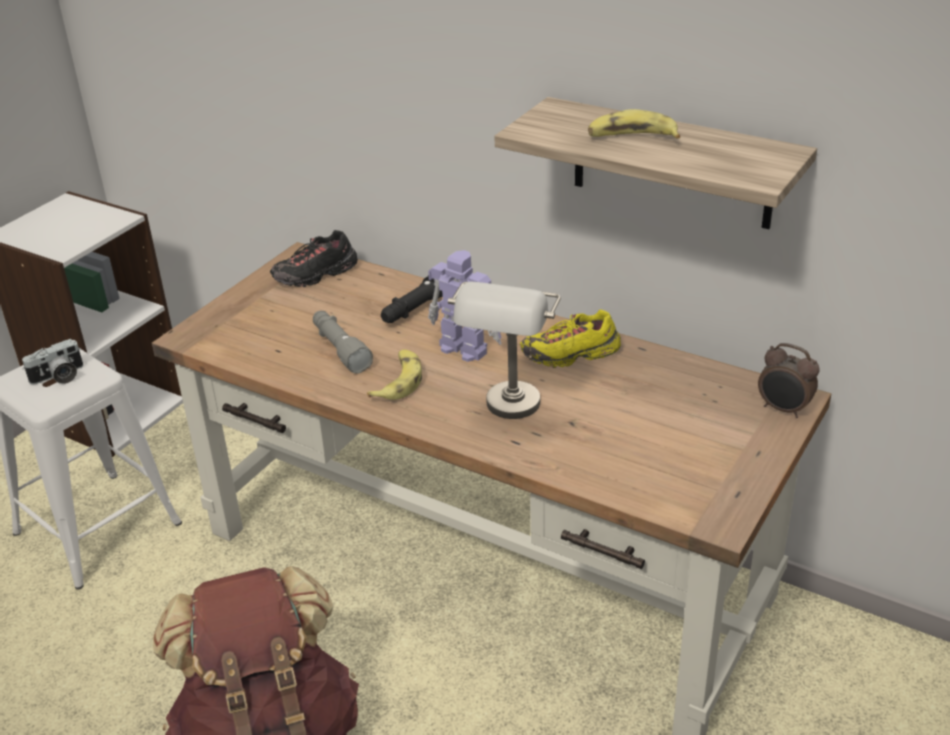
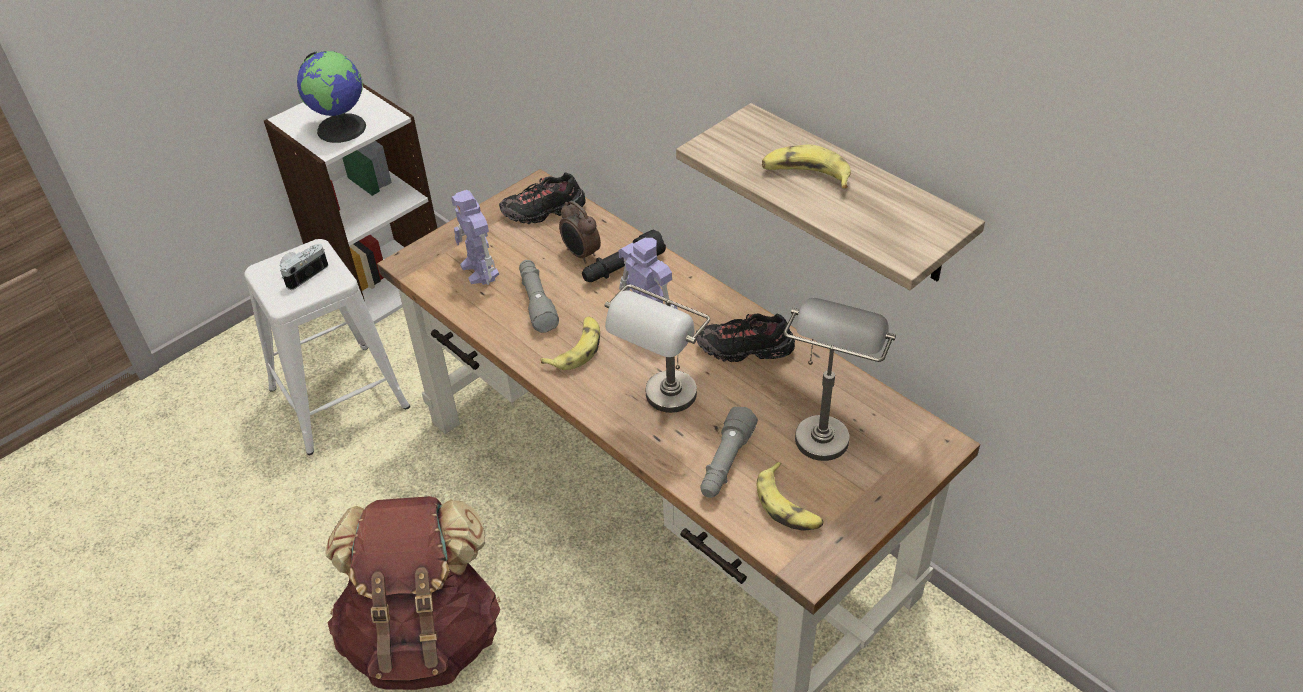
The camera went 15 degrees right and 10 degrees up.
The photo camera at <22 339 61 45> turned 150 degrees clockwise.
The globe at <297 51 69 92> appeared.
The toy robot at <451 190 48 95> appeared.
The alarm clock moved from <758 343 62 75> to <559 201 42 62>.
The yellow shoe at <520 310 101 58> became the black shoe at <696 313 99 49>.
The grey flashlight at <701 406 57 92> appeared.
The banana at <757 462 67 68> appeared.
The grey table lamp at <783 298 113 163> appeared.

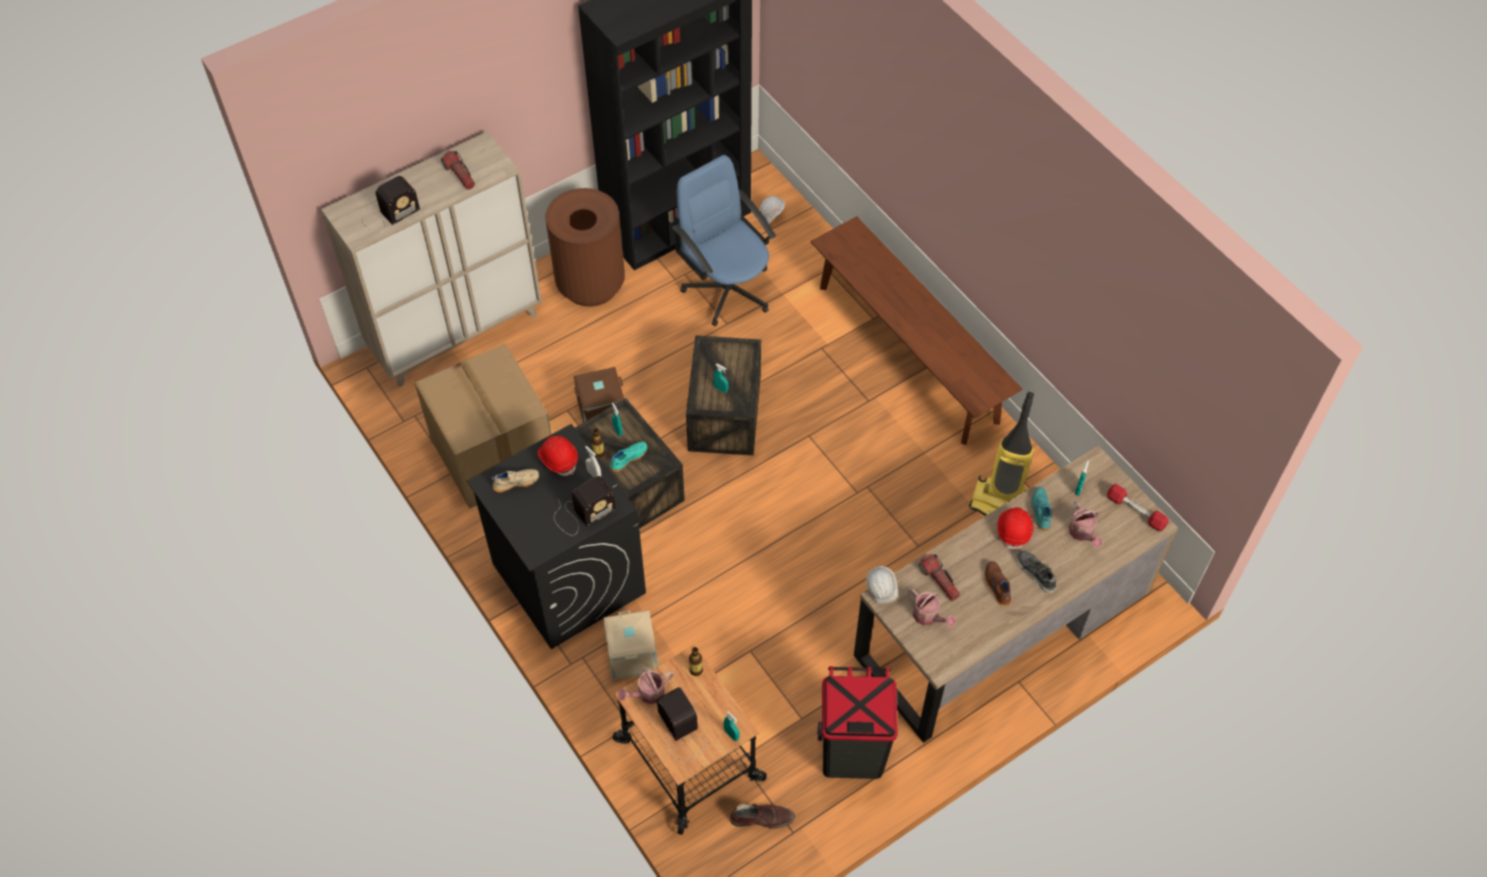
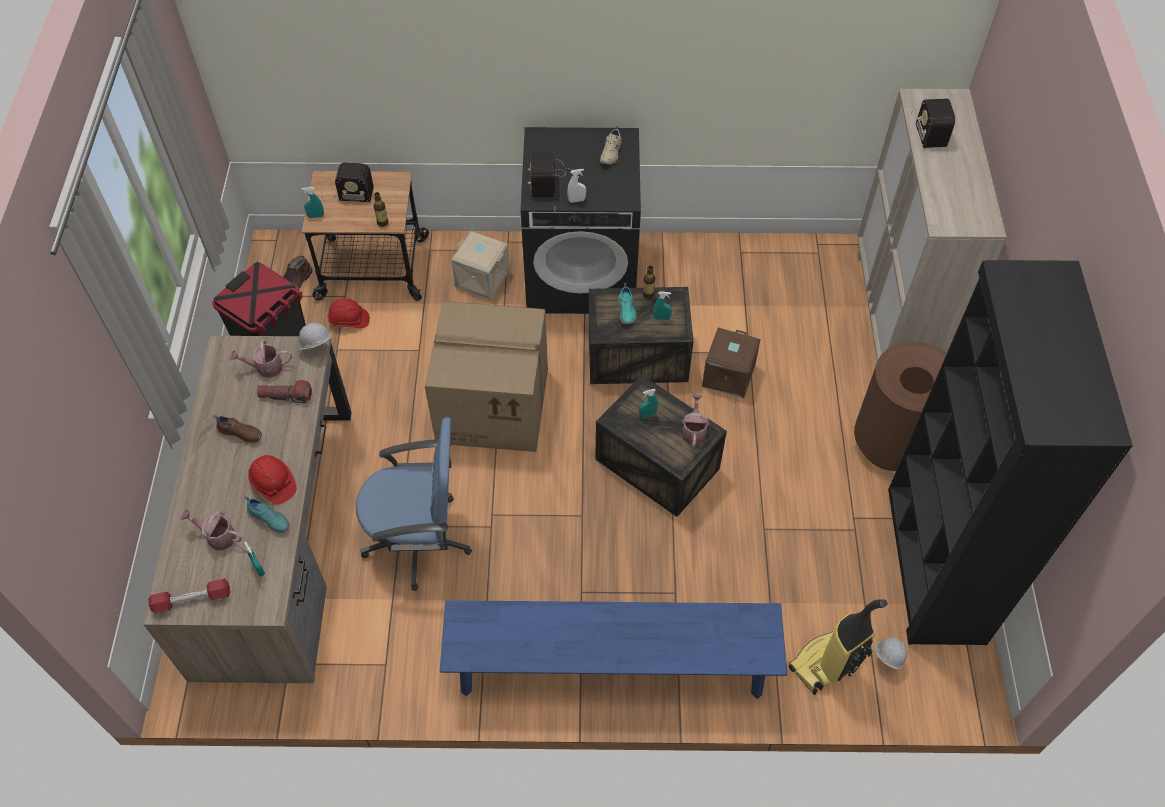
The camera went 125 degrees right and 0 degrees up.
The red hard hat moved from <538 436 40 40> to <328 298 42 30>.
The blue office chair moved from <672 155 104 171> to <356 417 116 174>.
The cardboard box moved from <414 343 137 166> to <425 301 123 151>.
The brown bench at <811 216 211 229> became the blue bench at <440 600 347 99>.
The watering can moved from <618 669 56 35> to <681 394 29 54>.
The vacuum cleaner moved from <969 392 65 124> to <789 599 99 96>.
The flashlight at <441 151 34 39> disappeared.
The shoe at <1017 550 40 43> disappeared.

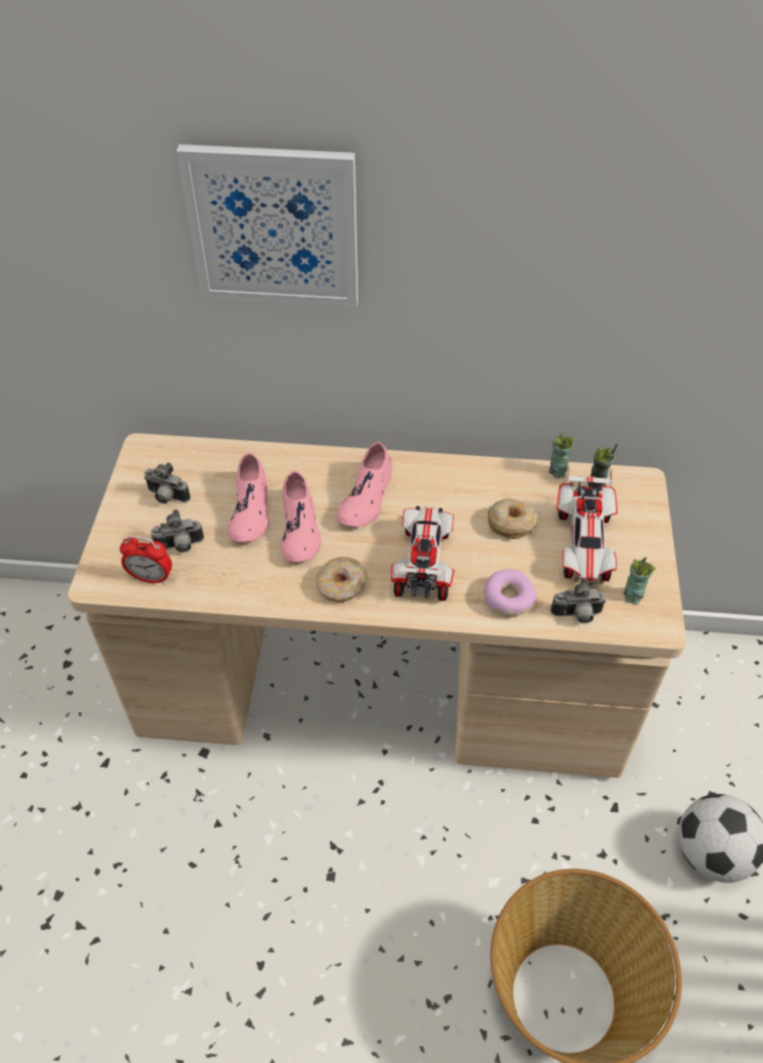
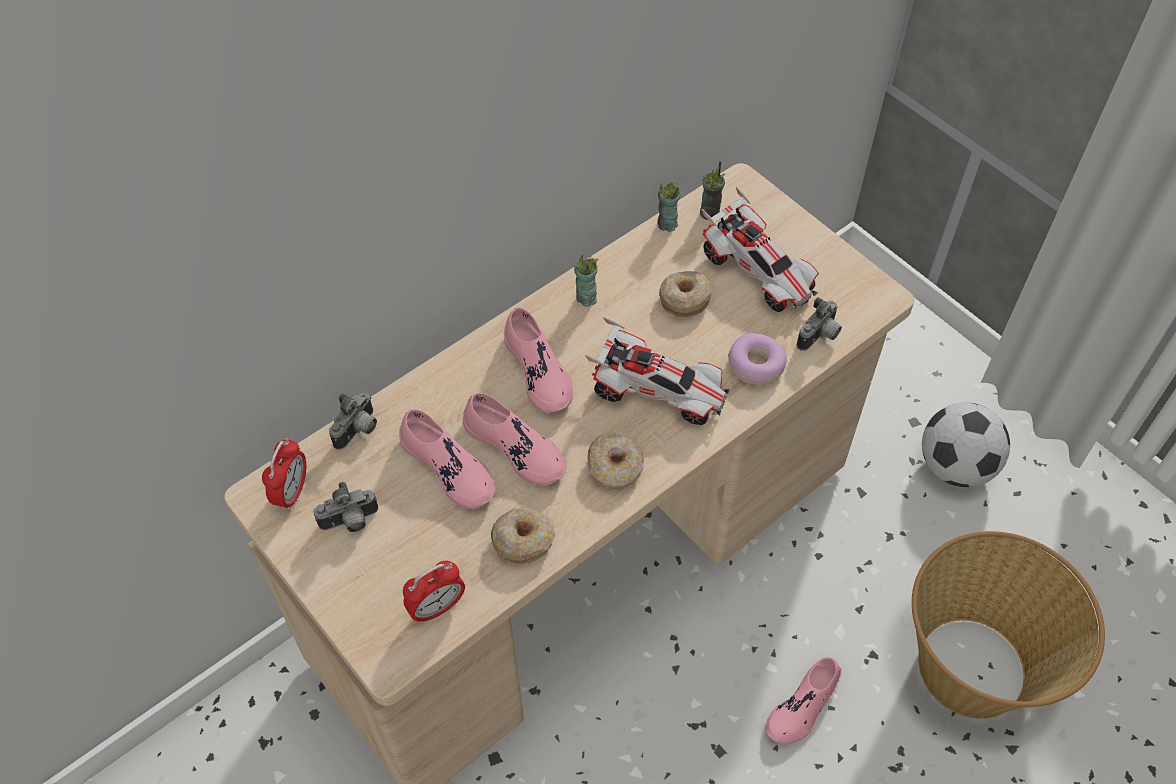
The camera went 45 degrees left and 5 degrees up.
The alarm clock at <262 438 44 72> appeared.
The photo camera moved from <151 509 53 43> to <329 393 48 57>.
The donut at <491 507 64 57> appeared.
The cup moved from <623 557 33 48> to <574 255 25 52>.
The toy car at <391 506 64 95> turned 150 degrees clockwise.
The pink shoe at <765 657 77 87> appeared.
The picture at <176 144 182 163> disappeared.

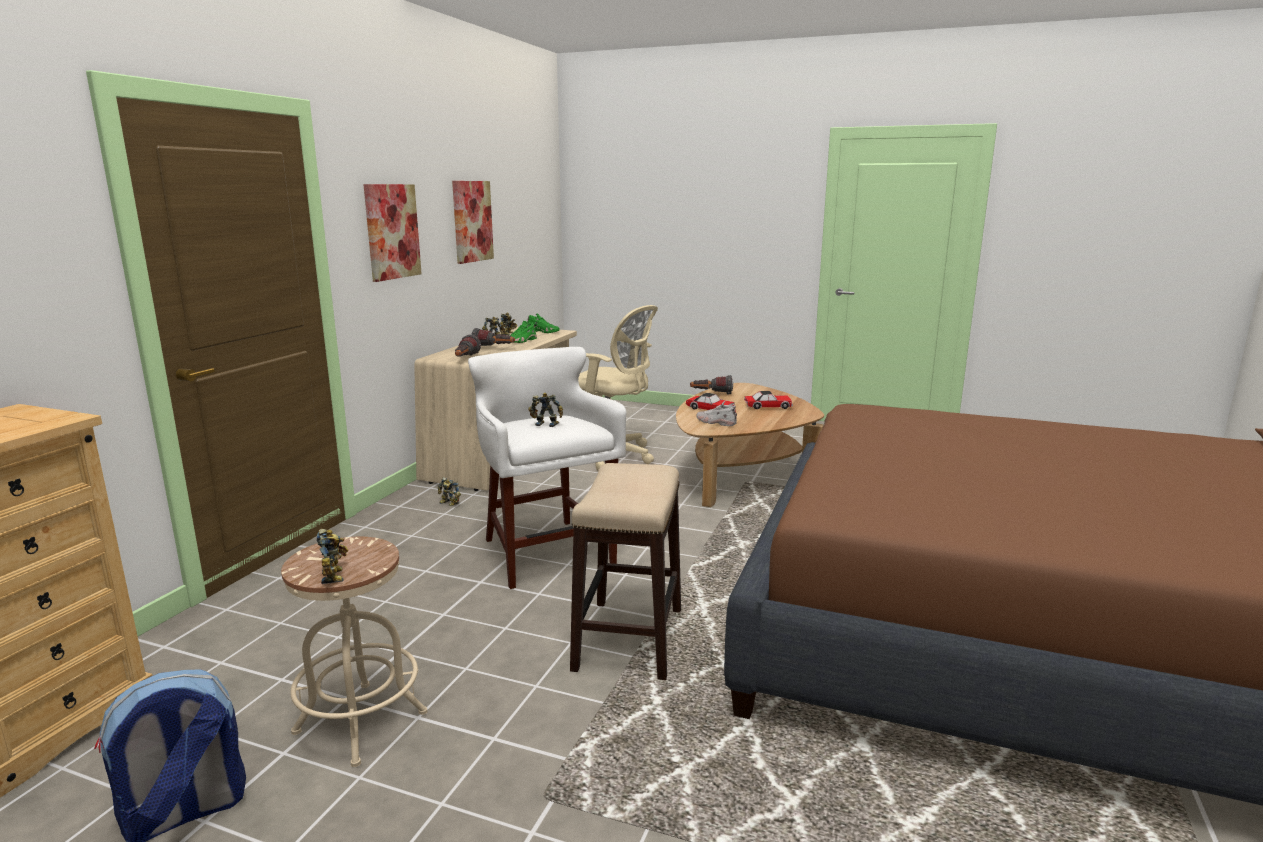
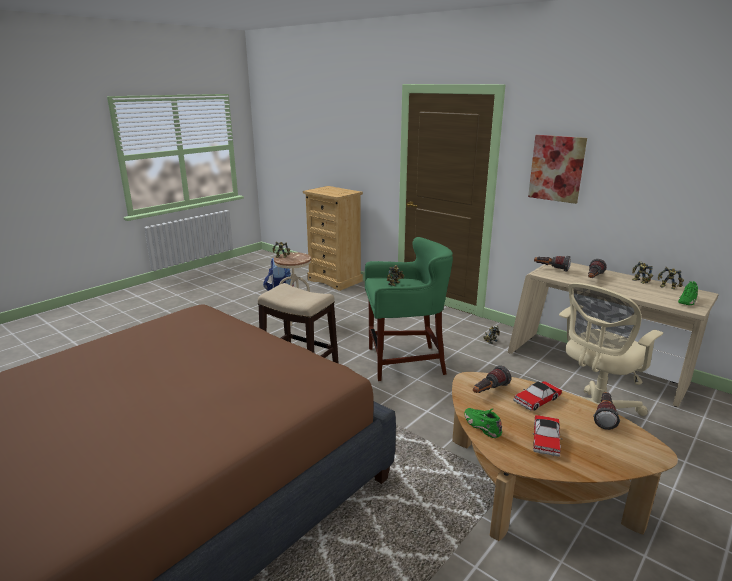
The camera went 110 degrees right and 5 degrees up.
The white stool at <468 347 158 242> became the green stool at <365 237 88 144>.
The green shoe moved from <510 321 27 22> to <464 408 38 30>.
The white shoe at <696 401 41 25> was replaced by the flashlight at <473 366 38 27>.
The picture at <452 181 42 83> disappeared.

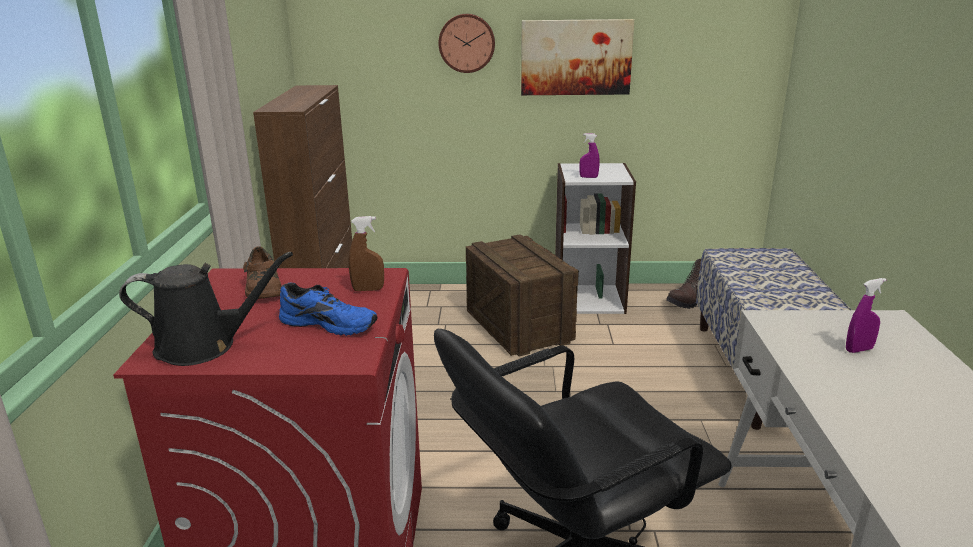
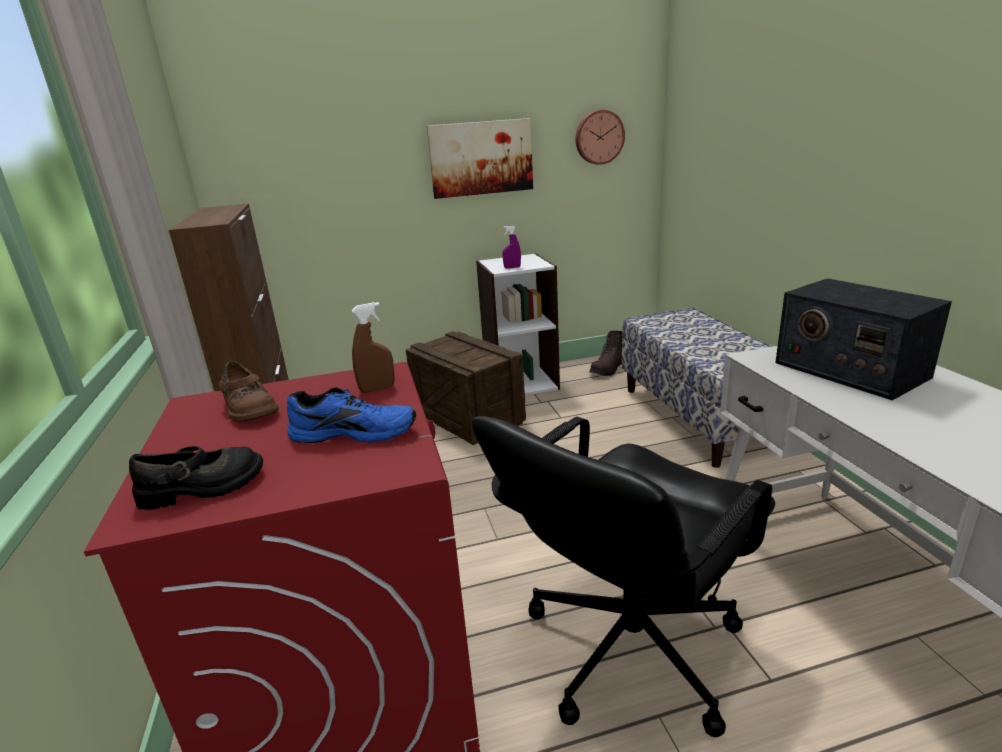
The camera went 15 degrees left and 0 degrees up.
The black watering can at <119 252 174 114> was replaced by the black shoe at <129 446 134 64>.
The wall clock moved from <438 14 57 59> to <575 110 50 55>.
The purple spray bottle at <846 278 40 75> was replaced by the radio at <775 278 177 122>.

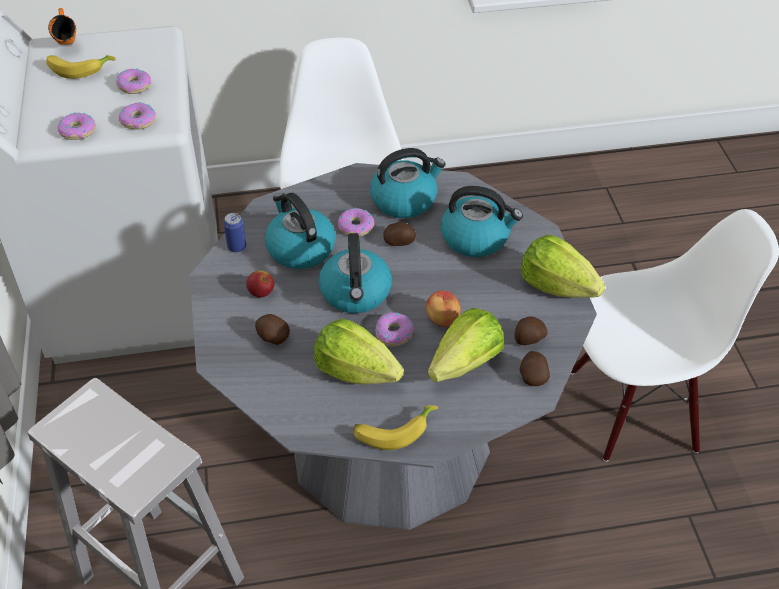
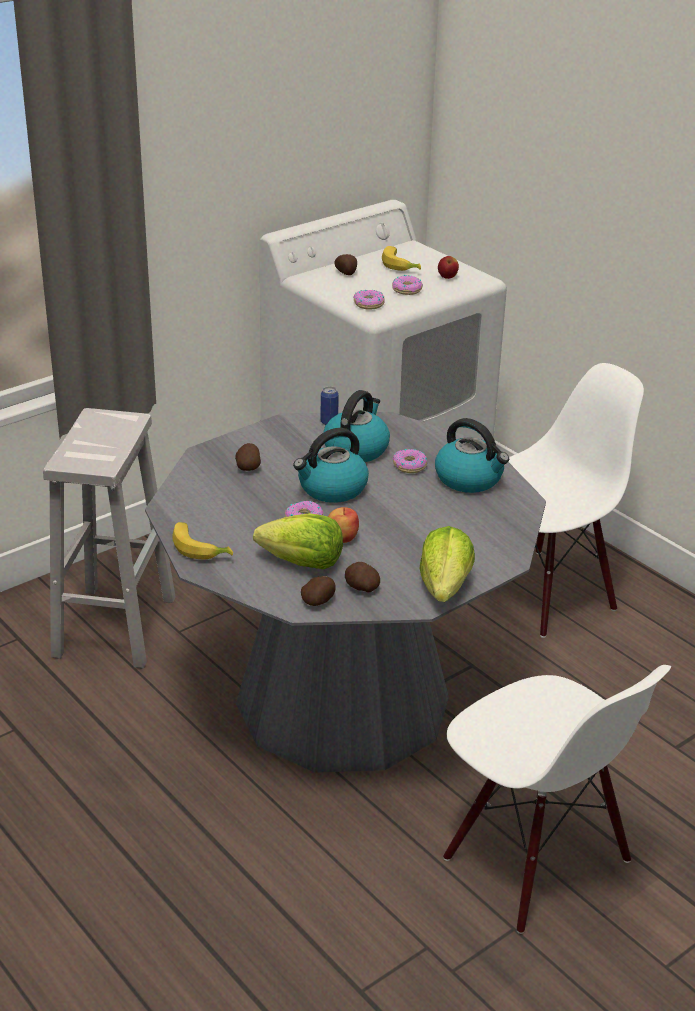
The camera went 60 degrees right and 15 degrees down.
The potato moved from <383 222 33 24> to <334 254 23 21>.
The apple moved from <246 270 28 28> to <438 256 21 23>.
The orange mug at <48 8 28 37> disappeared.
The donut at <58 112 38 28> disappeared.
The lettuce at <314 319 90 66> disappeared.
The kettle at <441 186 82 71> disappeared.

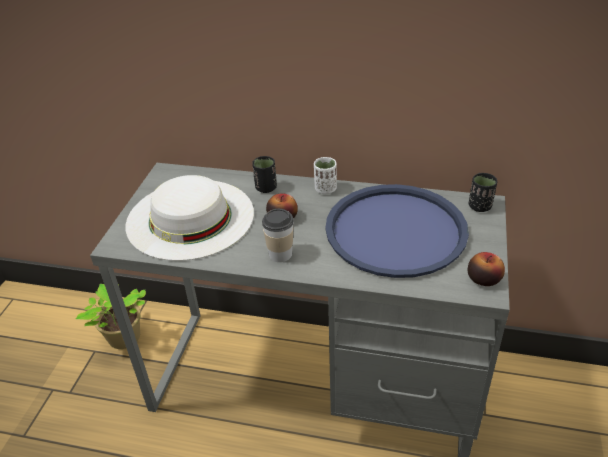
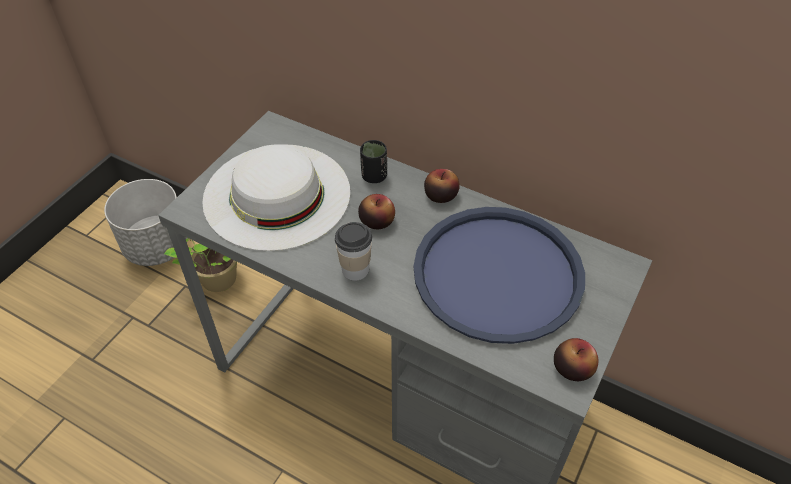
The camera went 15 degrees right and 10 degrees up.
The grey planter at <104 179 84 87> appeared.
The white cup at <314 157 23 37> was replaced by the apple at <424 169 36 34>.
The black cup at <469 173 28 39> disappeared.

